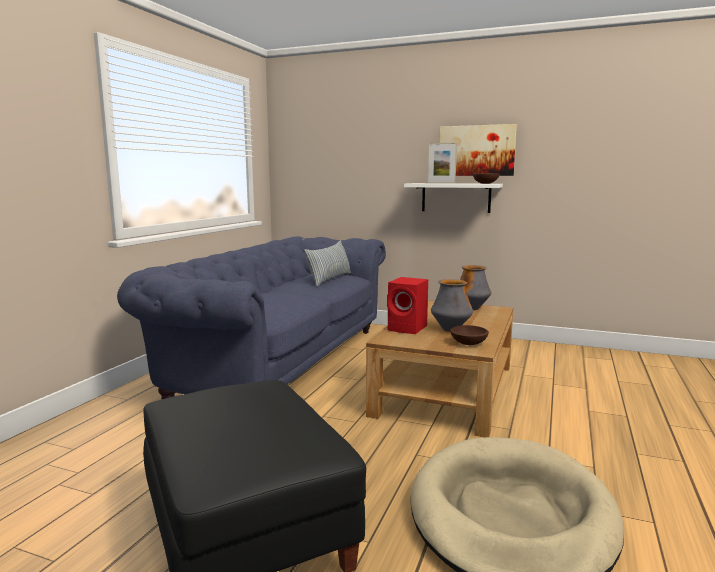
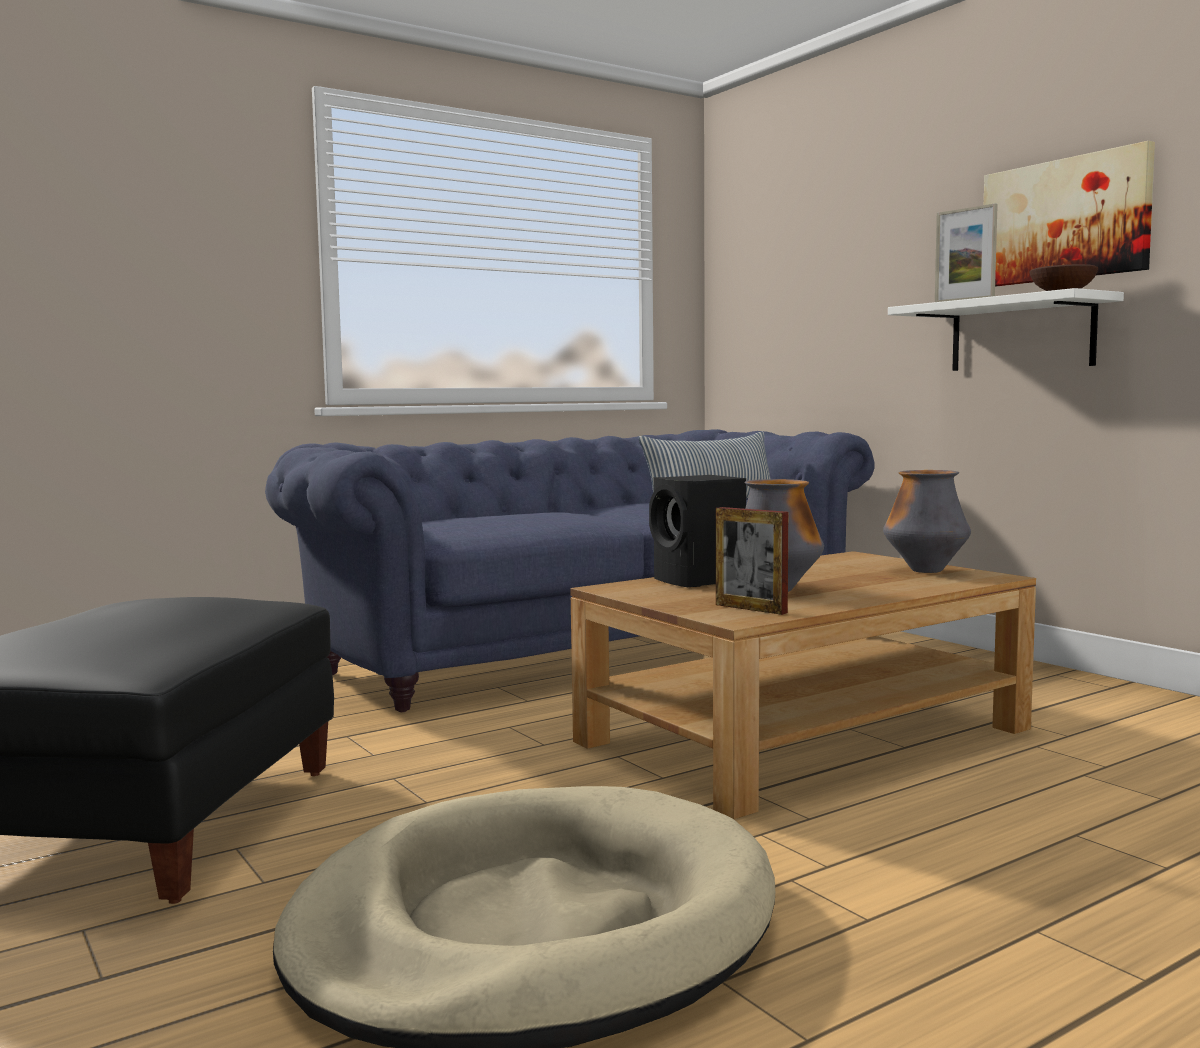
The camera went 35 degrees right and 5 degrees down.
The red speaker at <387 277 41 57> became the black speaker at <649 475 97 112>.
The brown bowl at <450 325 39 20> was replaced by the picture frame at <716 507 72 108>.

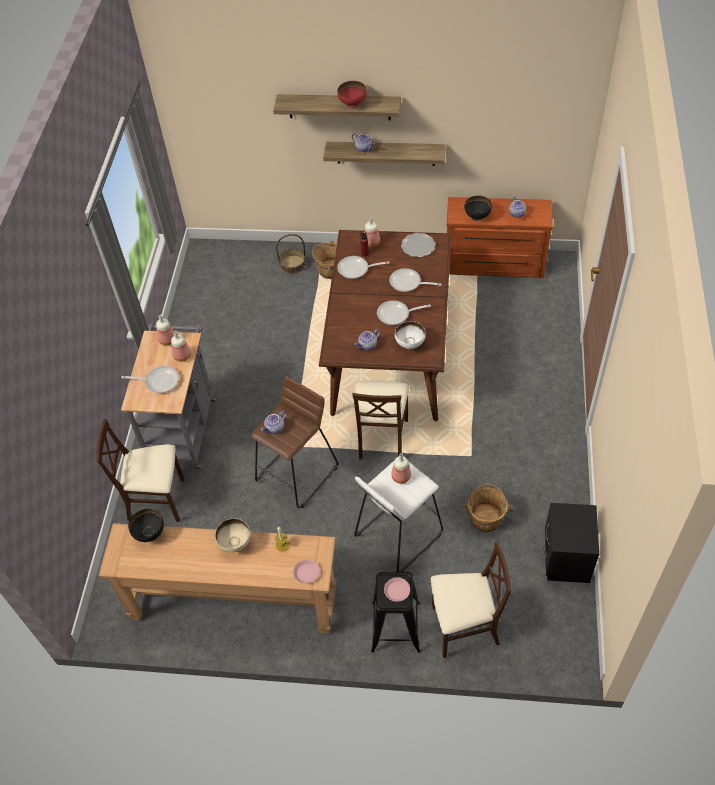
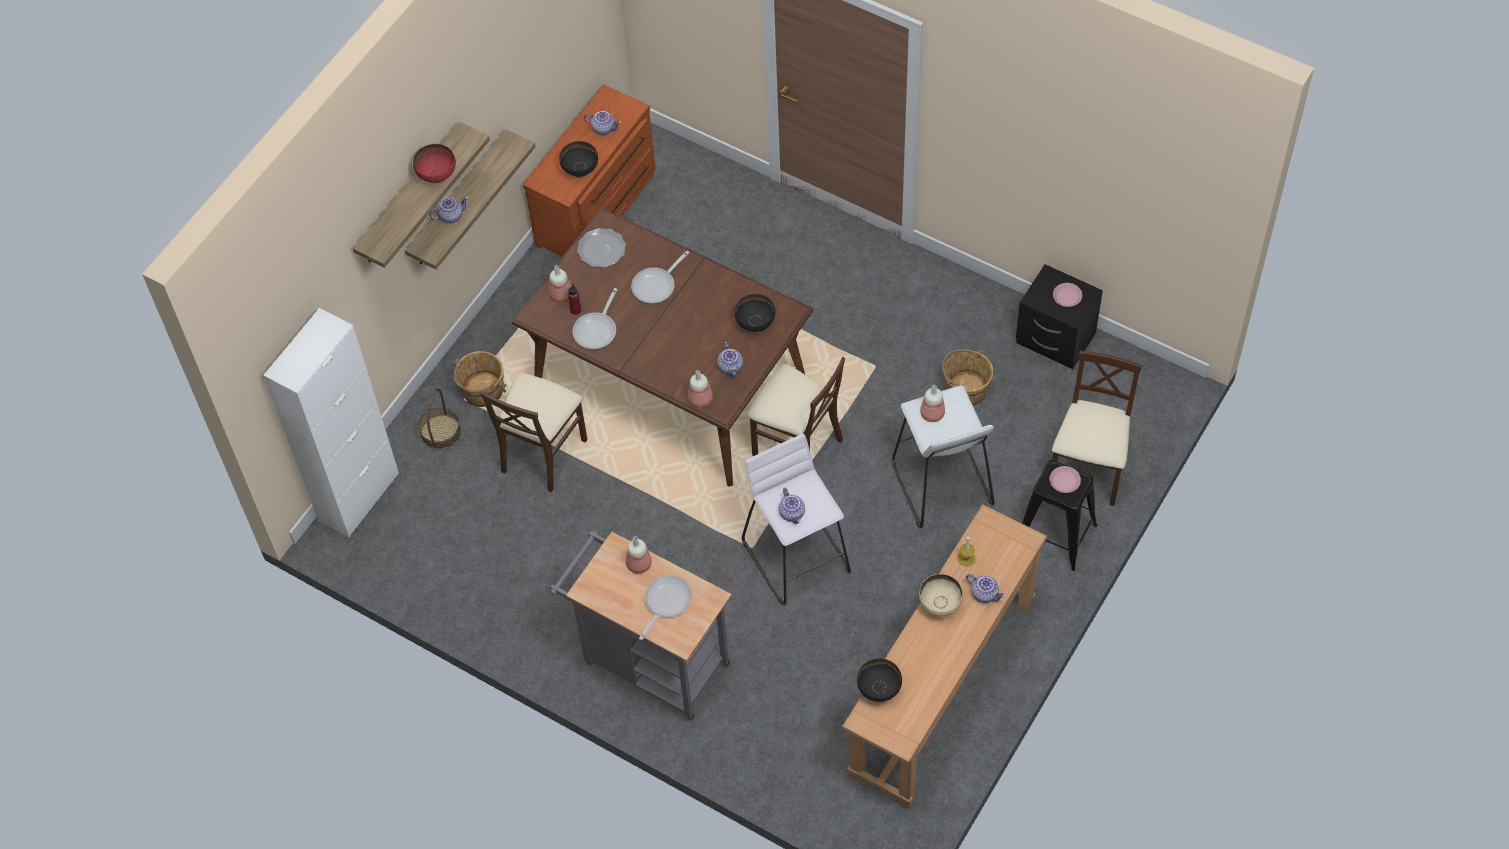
The camera went 65 degrees left and 5 degrees up.
The white cabinet at <263 308 136 229> appeared.
The beige chair moved from <96 419 89 103> to <480 373 107 119>.
The bottle moved from <156 314 18 32> to <688 370 25 38>.
The white bowl at <395 321 31 28> became the black bowl at <735 294 40 38>.
The brown stool at <250 376 88 132> became the white stool at <742 433 109 172>.
The teapot at <966 574 39 29> appeared.
The pink plate moved from <293 560 27 24> to <1053 283 29 24>.
The frying pan at <377 300 54 25> disappeared.

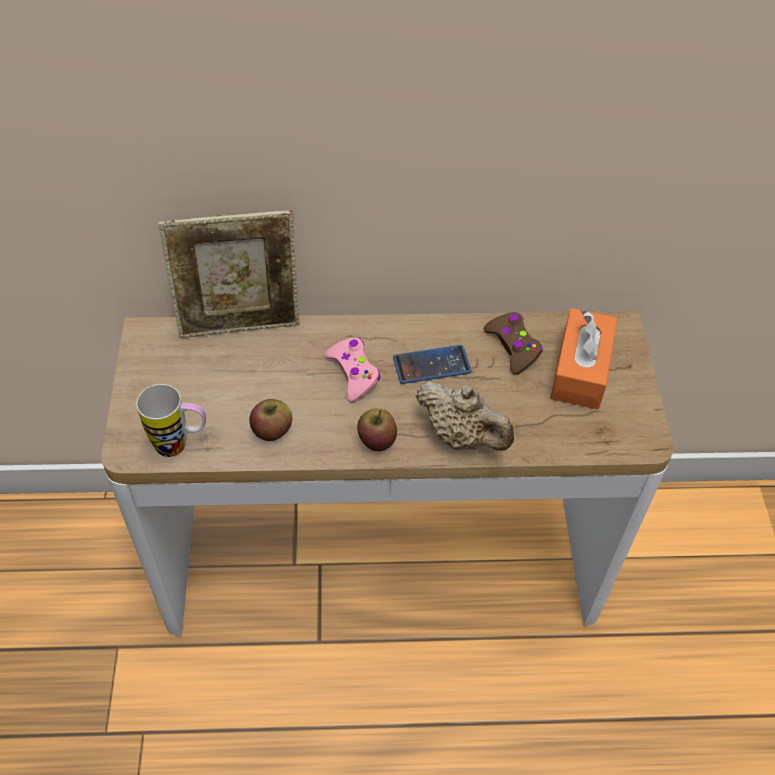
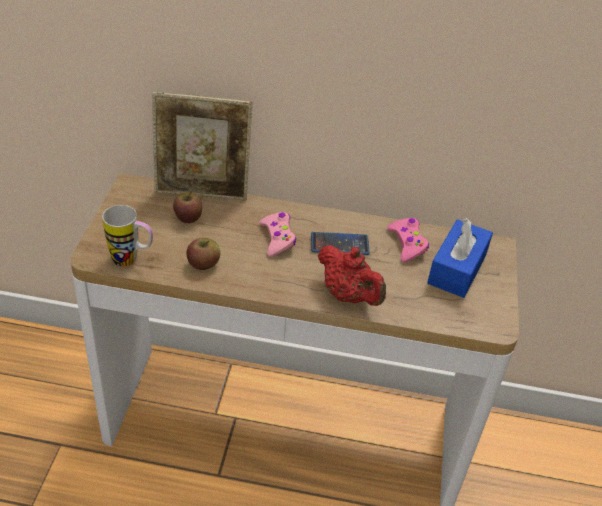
The camera went 10 degrees right and 10 degrees down.
The apple moved from <357 408 40 43> to <173 192 29 31>.
The beige teapot at <416 381 98 70> became the red teapot at <318 245 68 61>.
The brown game controller at <484 312 59 63> became the pink game controller at <387 218 42 44>.
The orange tissue box at <550 308 68 101> became the blue tissue box at <427 218 66 80>.

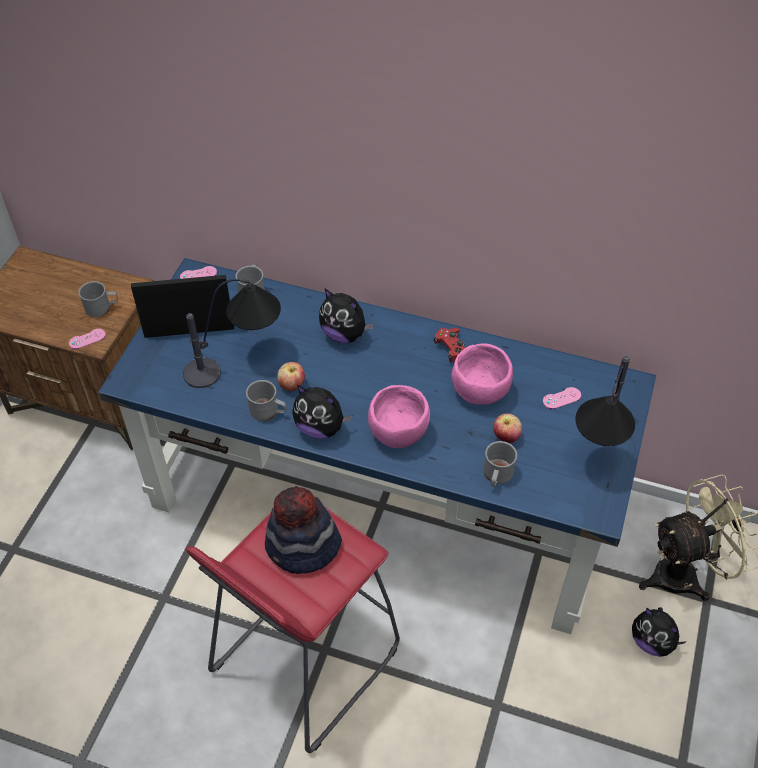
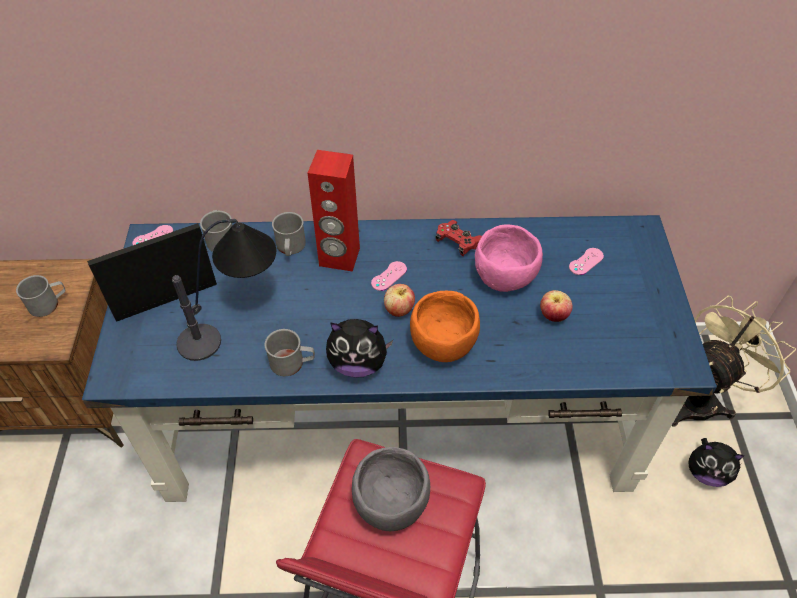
The camera went 20 degrees left and 0 degrees up.
The grey mug moved from <484 441 33 46> to <272 212 34 44>.
The plush toy at <319 289 55 54> was replaced by the red speaker at <308 150 52 122>.
The hat at <265 486 77 88> was replaced by the grey bowl at <352 447 78 84>.
The pink game controller moved from <69 329 37 20> to <371 261 36 30>.
The apple moved from <277 362 28 29> to <384 284 31 33>.
The pink bowl at <368 385 62 63> became the orange bowl at <410 291 70 71>.
The table lamp at <575 356 60 90> disappeared.

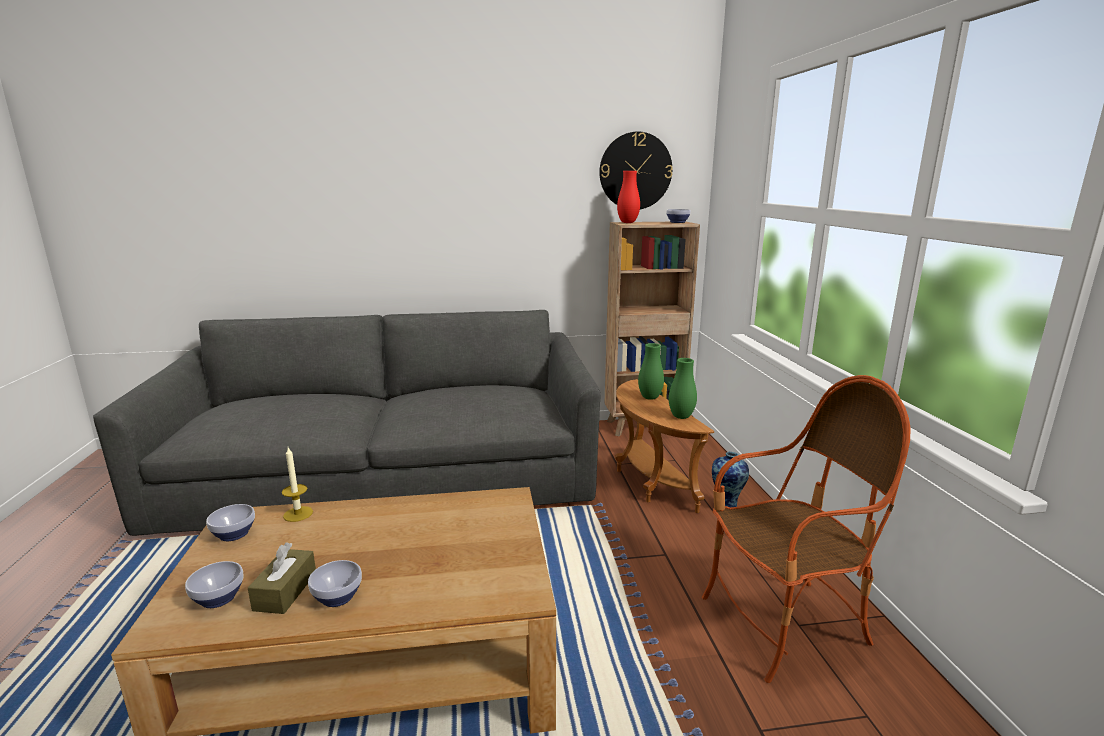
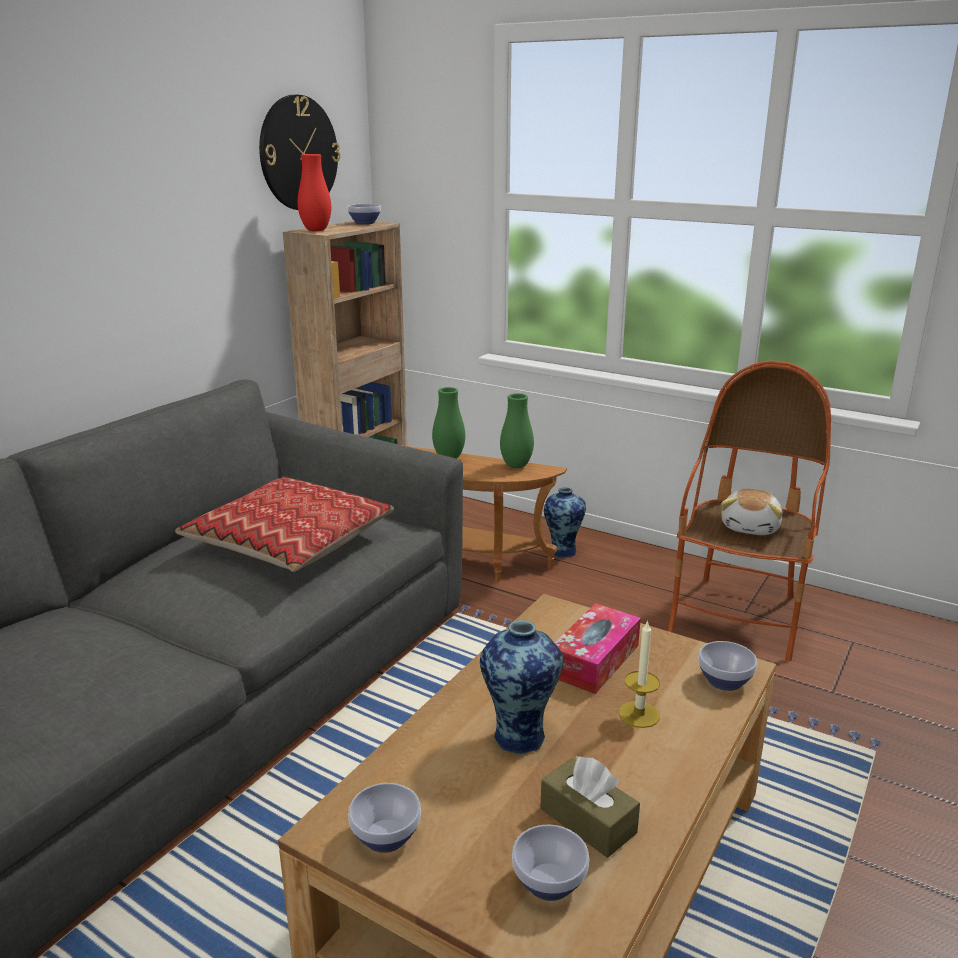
The camera went 50 degrees left and 5 degrees up.
The pillow at <175 477 219 95> appeared.
The vase at <480 620 84 135> appeared.
The tissue box at <554 603 87 91> appeared.
The candle moved from <282 447 31 75> to <619 620 41 108>.
The bowl moved from <308 560 54 47> to <698 641 59 50>.
The plush toy at <721 489 62 46> appeared.

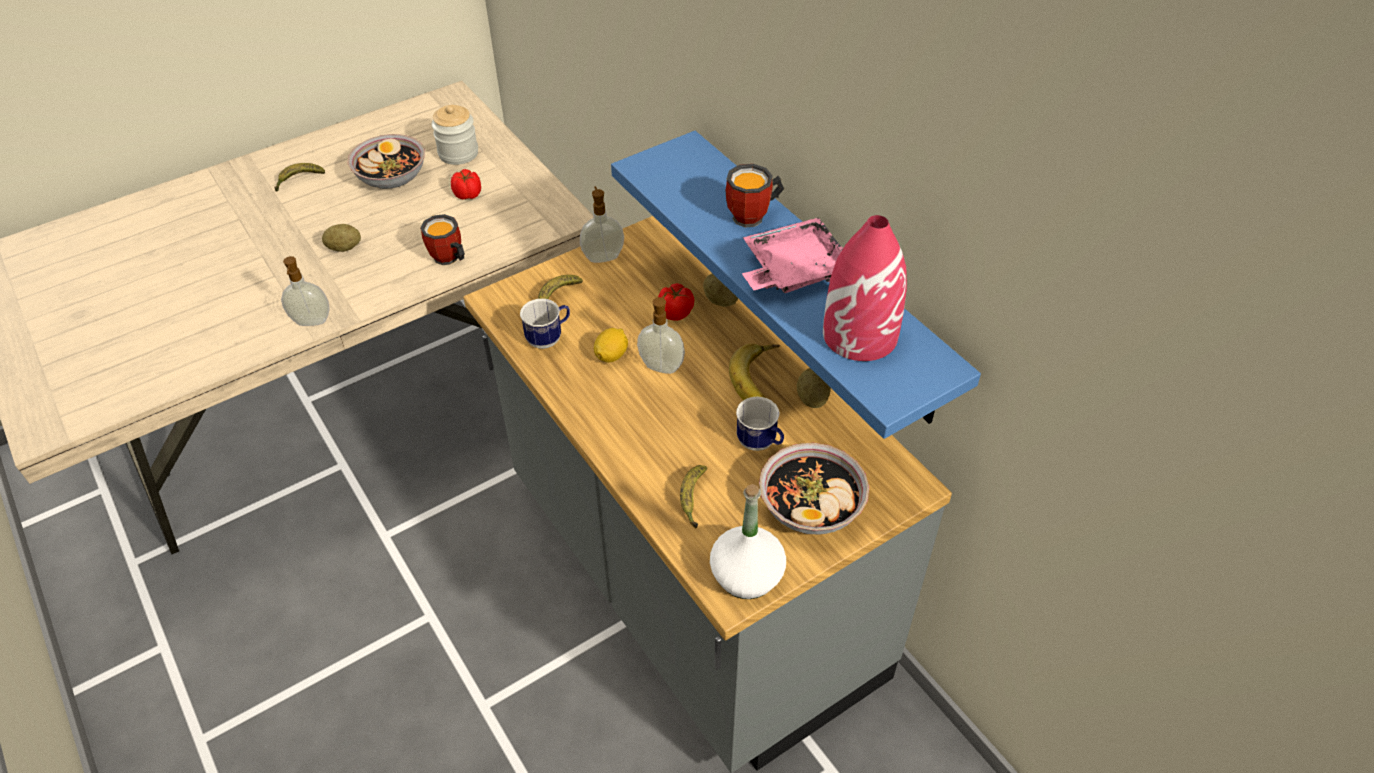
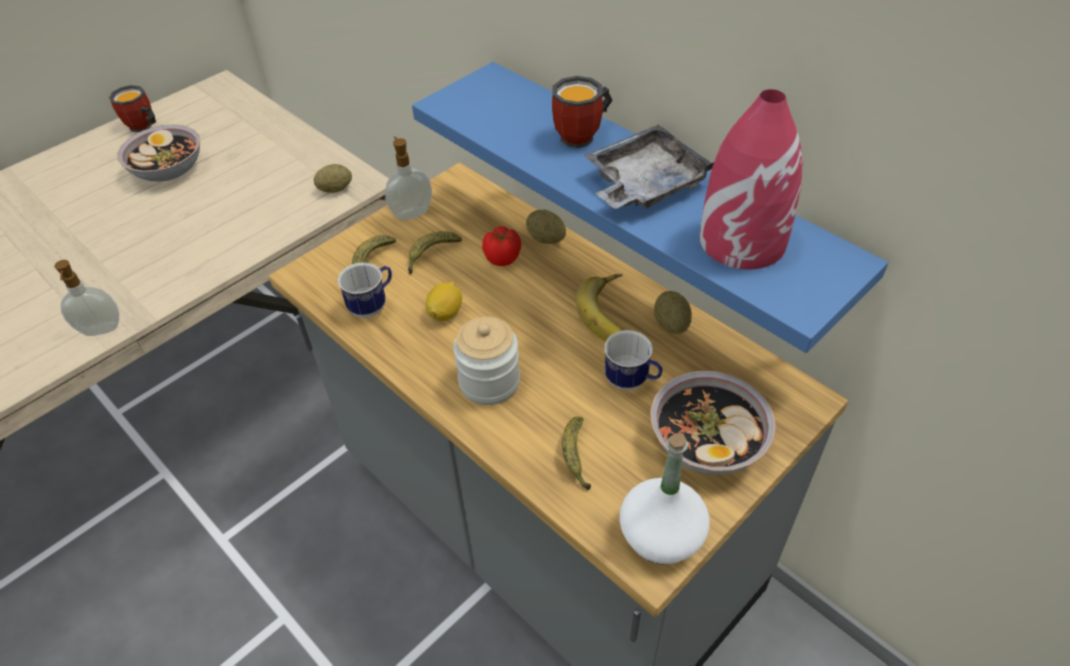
The camera went 10 degrees left and 0 degrees up.
The mug moved from <420 214 45 51> to <109 85 47 48>.
The potato moved from <322 224 39 28> to <314 164 38 29>.
The banana moved from <274 163 51 29> to <408 231 54 43>.
The jar moved from <431 105 47 60> to <453 317 67 88>.
The pink tray at <742 217 101 76> became the grey tray at <584 125 130 84>.
The tomato at <451 169 30 30> disappeared.
The soap dispenser at <637 293 48 81> disappeared.

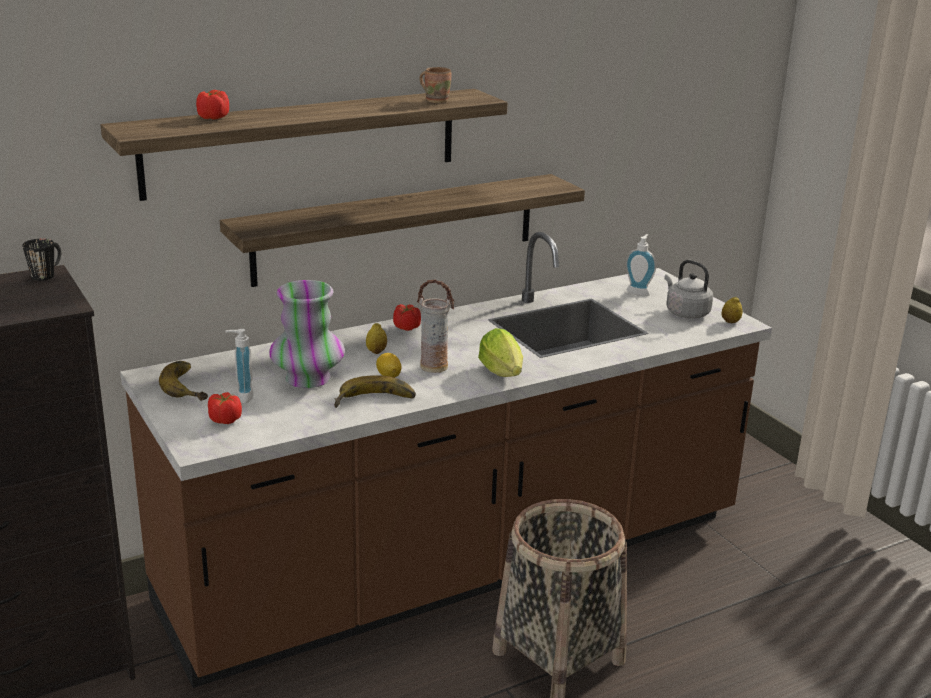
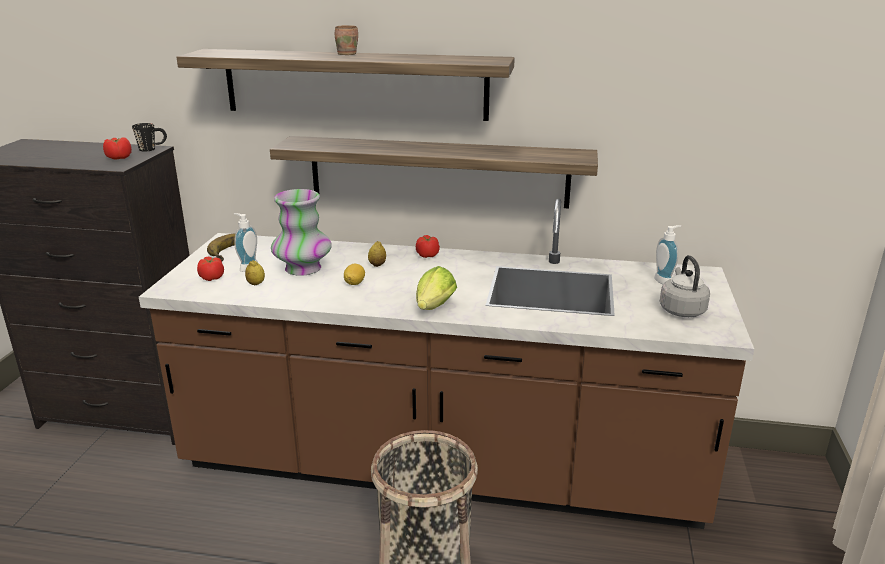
The camera went 40 degrees right and 0 degrees up.
The tomato moved from <196 90 33 30> to <103 137 29 23>.
The lemon moved from <721 297 21 26> to <245 260 20 25>.
The brown mug moved from <419 67 32 36> to <335 25 23 30>.
The banana at <334 375 82 33> disappeared.
The vase at <417 280 38 93> disappeared.

